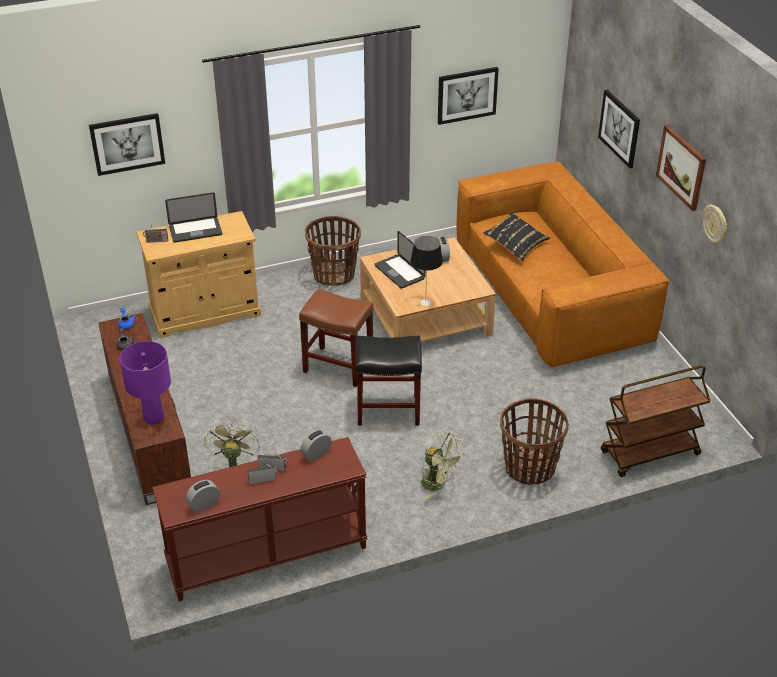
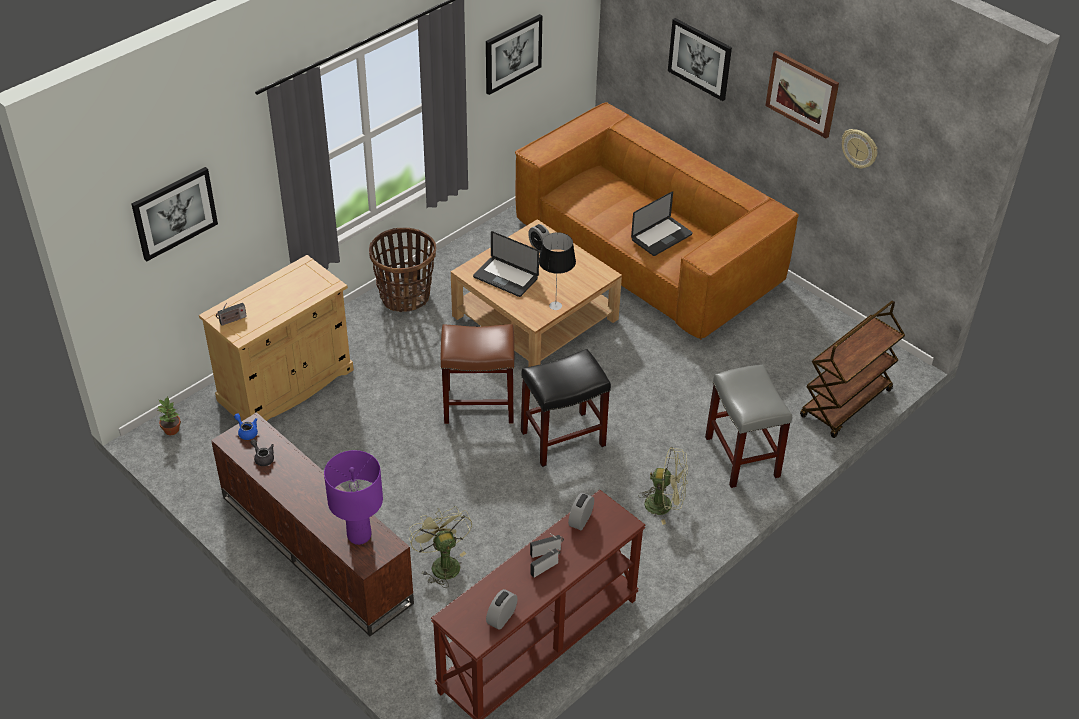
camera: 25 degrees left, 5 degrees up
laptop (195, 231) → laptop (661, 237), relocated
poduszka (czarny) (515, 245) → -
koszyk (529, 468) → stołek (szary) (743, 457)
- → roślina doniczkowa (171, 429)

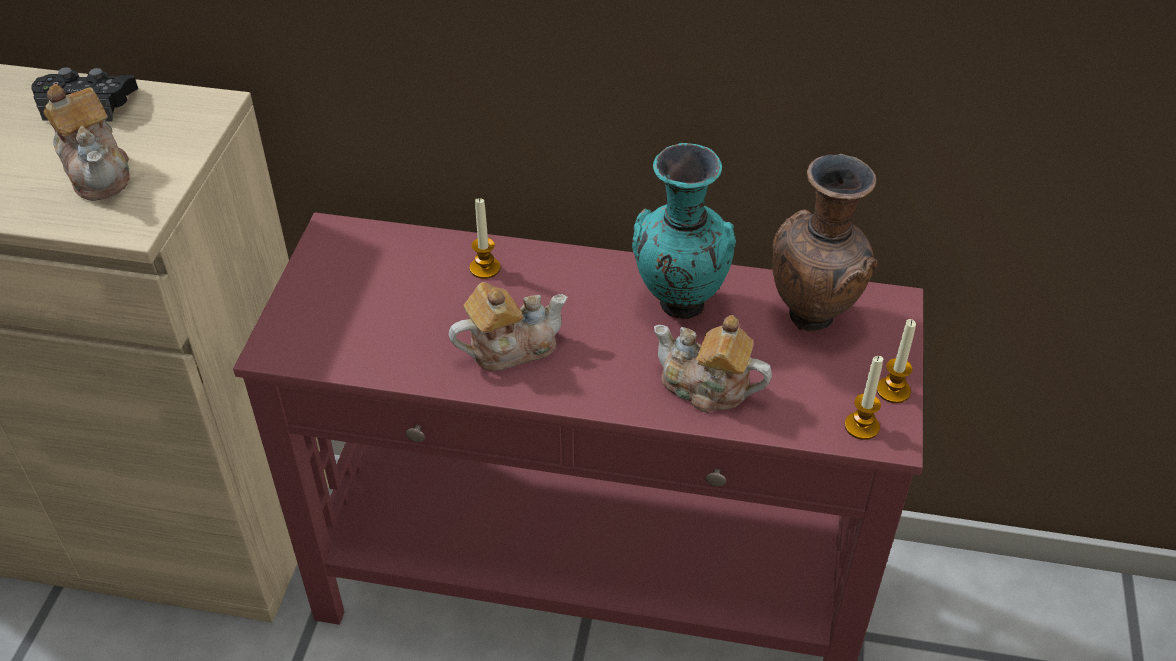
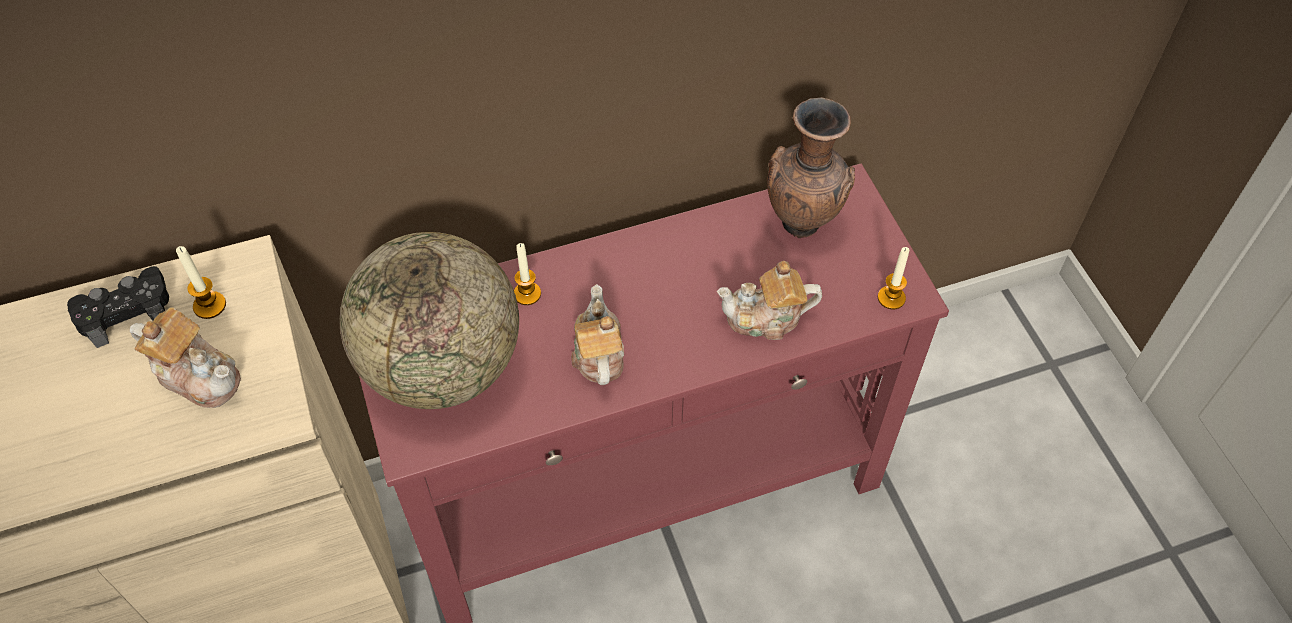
camera: 30 degrees left, 10 degrees up
imbryk (510, 347) → imbryk (598, 354), 45 degrees counterclockwise
wazon (turkusowy) (678, 306) → -
świeca (893, 390) → świeca (209, 305), relocated
- → globus (443, 366)

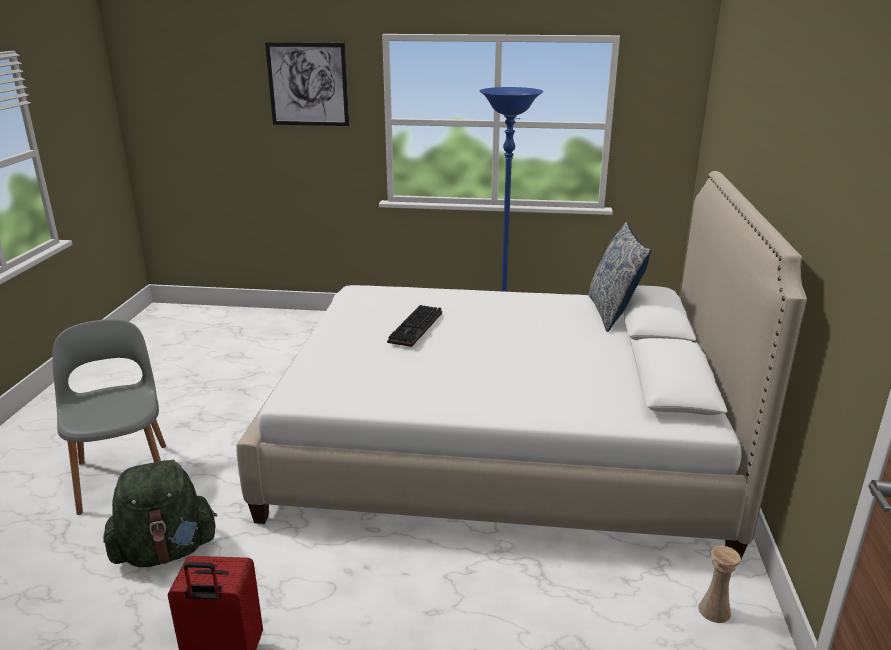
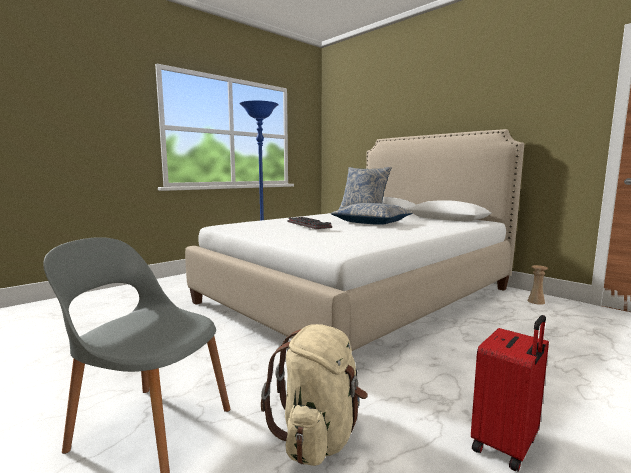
camera: 50 degrees left, 15 degrees down
plecak (zielony) (166, 551) → plecak (beżowy) (319, 435)
obraz (308, 84) → -
- → poduszka (372, 223)

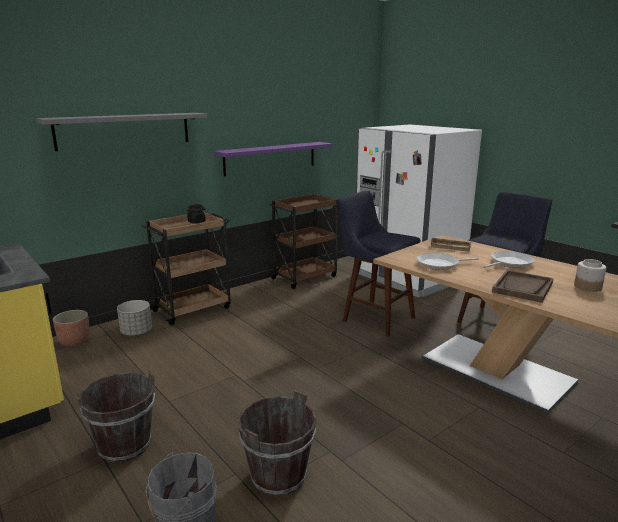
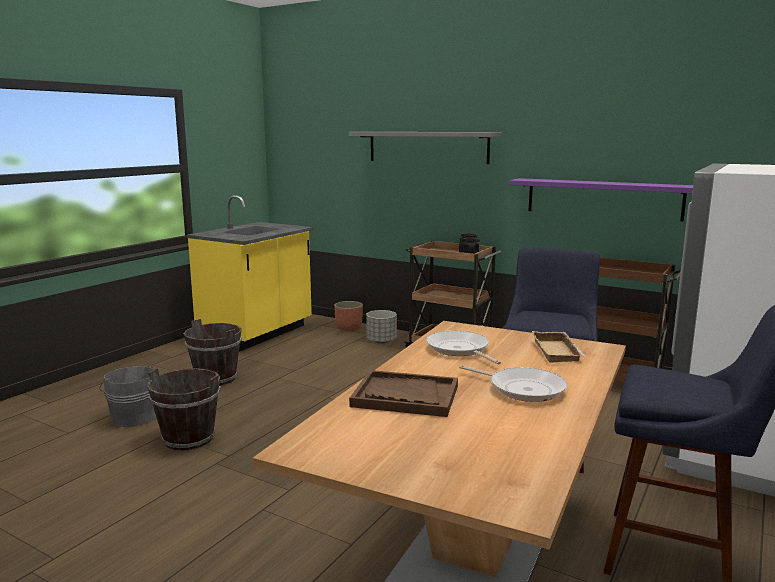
camera: 70 degrees right, 5 degrees down
słoik (588, 287) → -

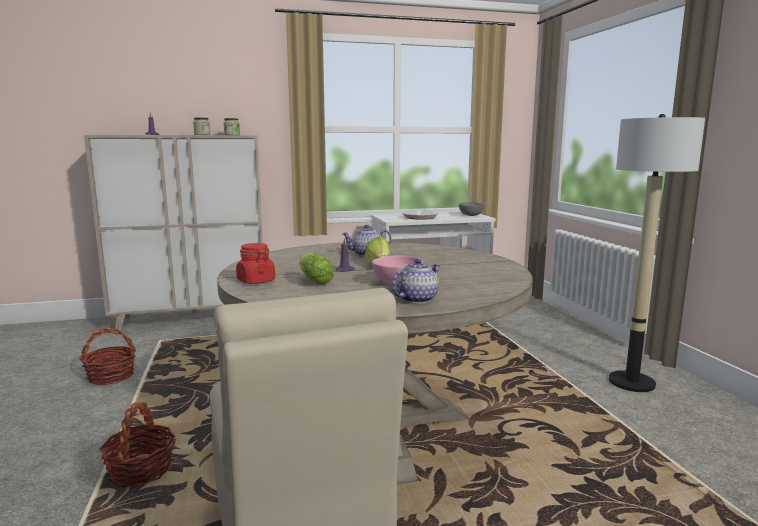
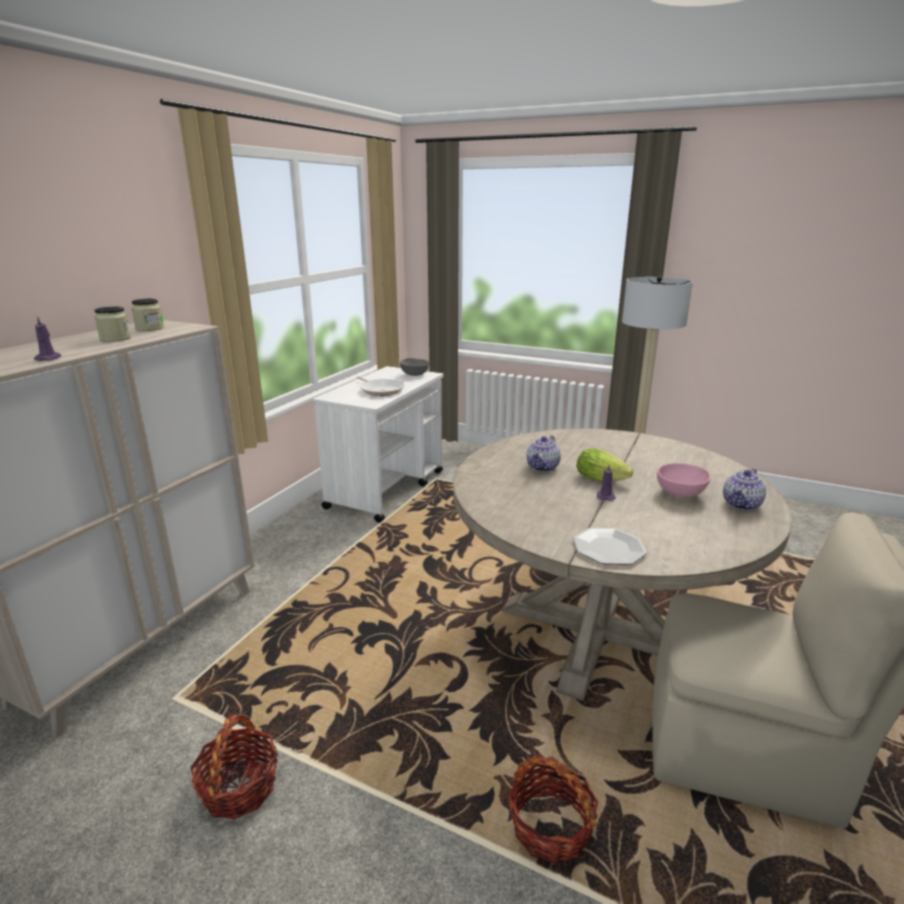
camera: 50 degrees left, 10 degrees up
słoik (czerwony) (256, 281) → talerz (609, 548)
sałata (313, 281) → -
imbryk (416, 299) → imbryk (742, 504), 135 degrees counterclockwise

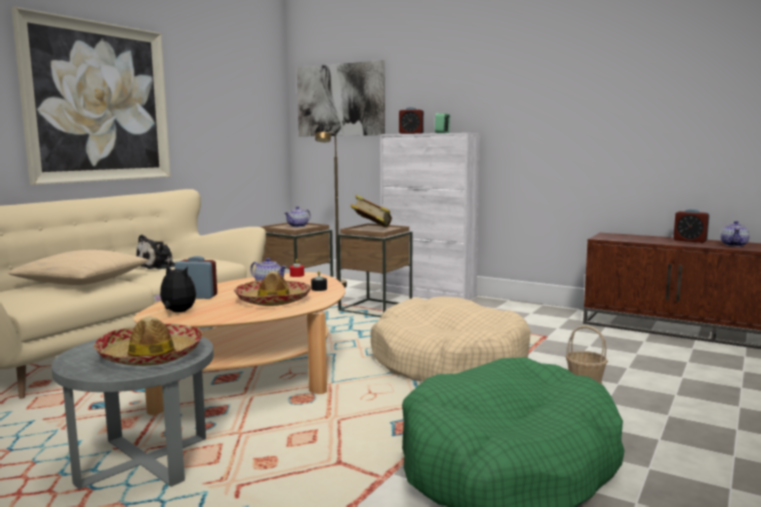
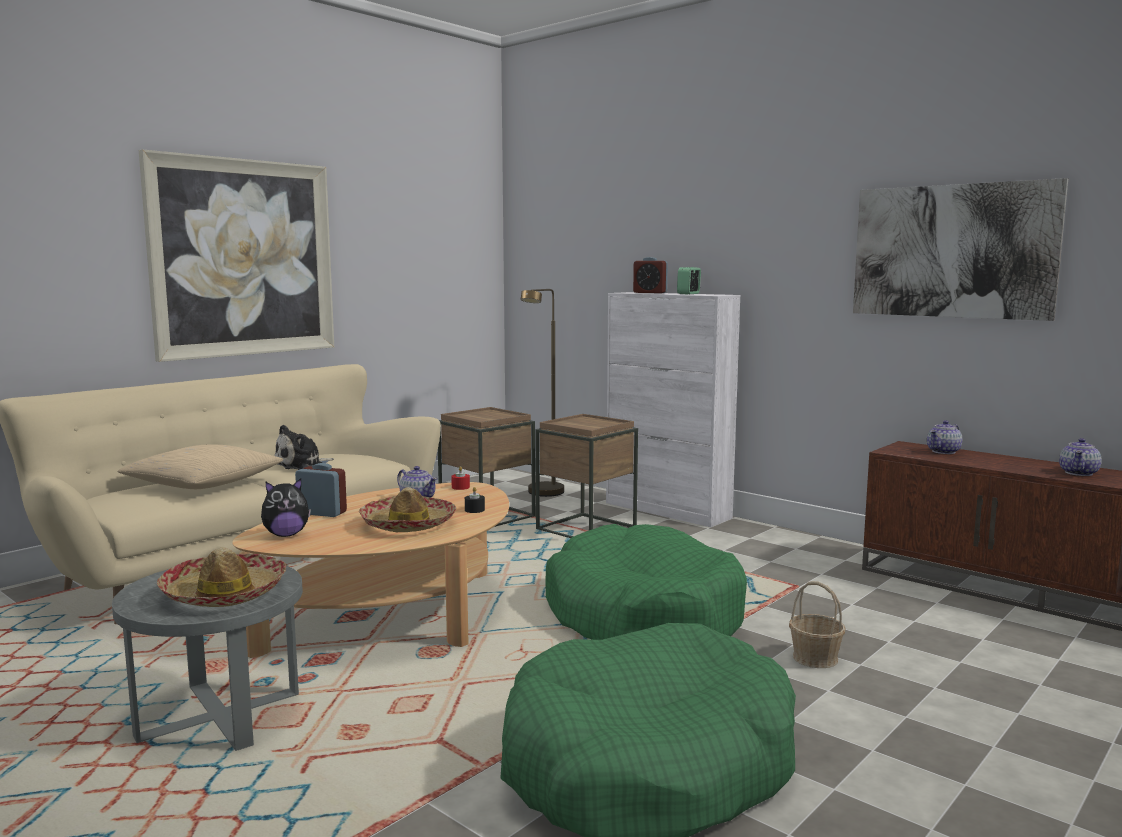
camera: 10 degrees right, 0 degrees up
pluszak (177, 312) → pluszak (286, 535), 120 degrees clockwise
imbryk (298, 226) → imbryk (944, 451), relocated
obraz (340, 100) → obraz (952, 251), relocated
książka (371, 228) → -
legowisko (beżowy) (448, 364) → legowisko (zielony) (643, 617)
budzik (690, 240) → -

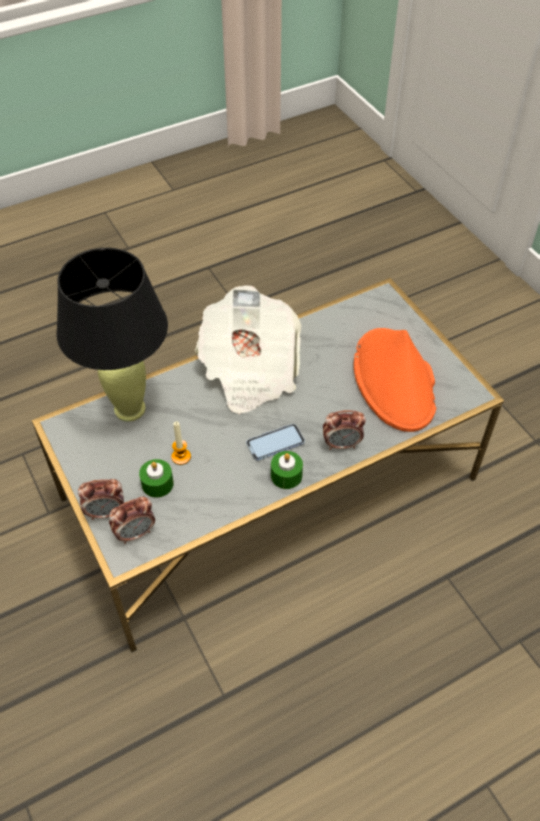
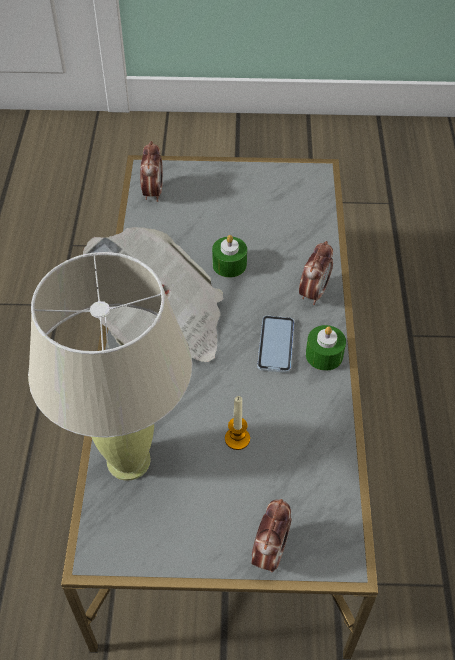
camera: 60 degrees left, 0 degrees up
lampa stołowa (czarny) (130, 409) → lampa stołowa (beżowy) (129, 460)
budzik (135, 533) → budzik (153, 192), relocated
świeca (zielony) (157, 484) → świeca (zielony) (229, 264), relocated
kapelusz (pomarańczowy) (394, 381) → -

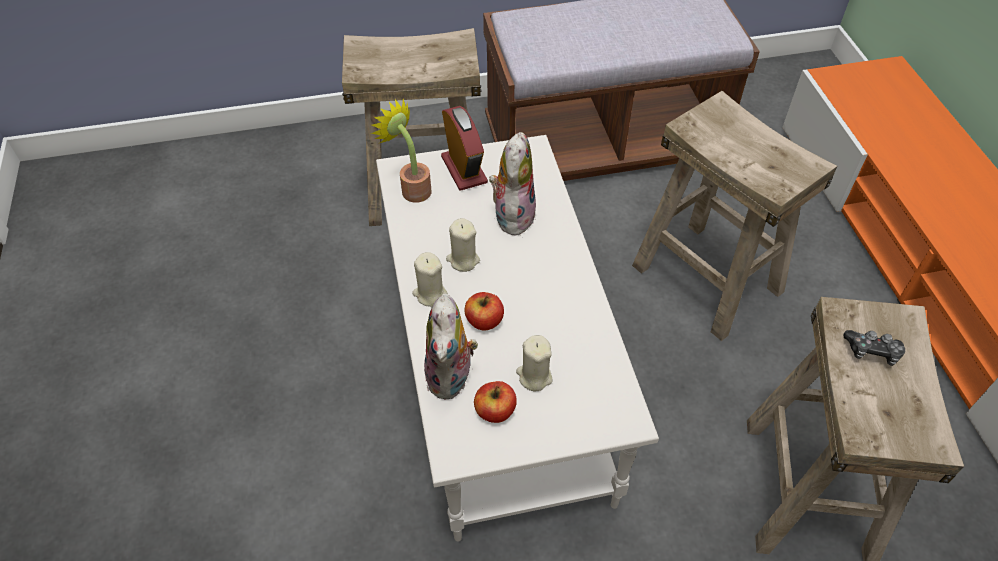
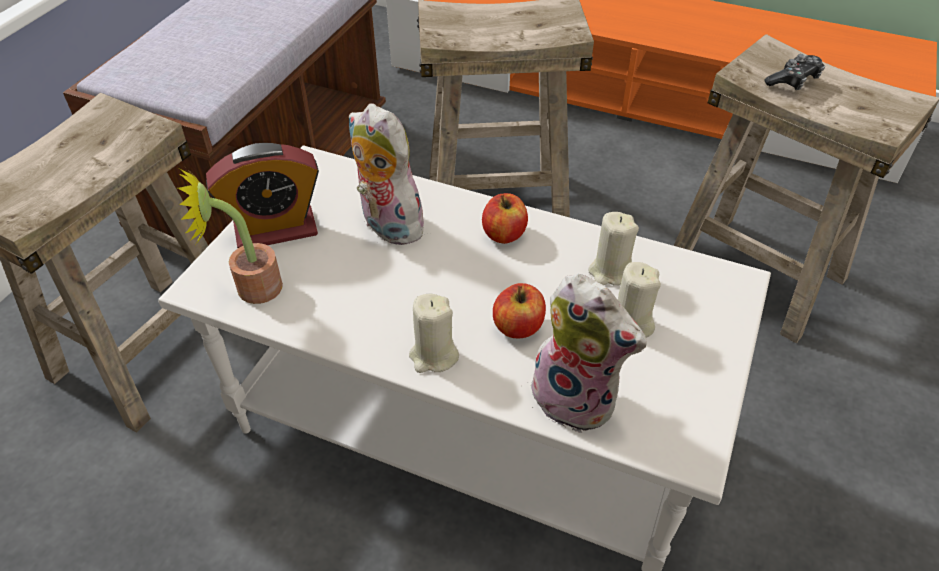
camera: 55 degrees left, 5 degrees down
budzik (464, 170) → budzik (276, 230), 150 degrees clockwise
świeca (beżowy) (463, 260) → świeca (beżowy) (610, 272), relocated
jabłko (495, 411) → jabłko (504, 234), relocated

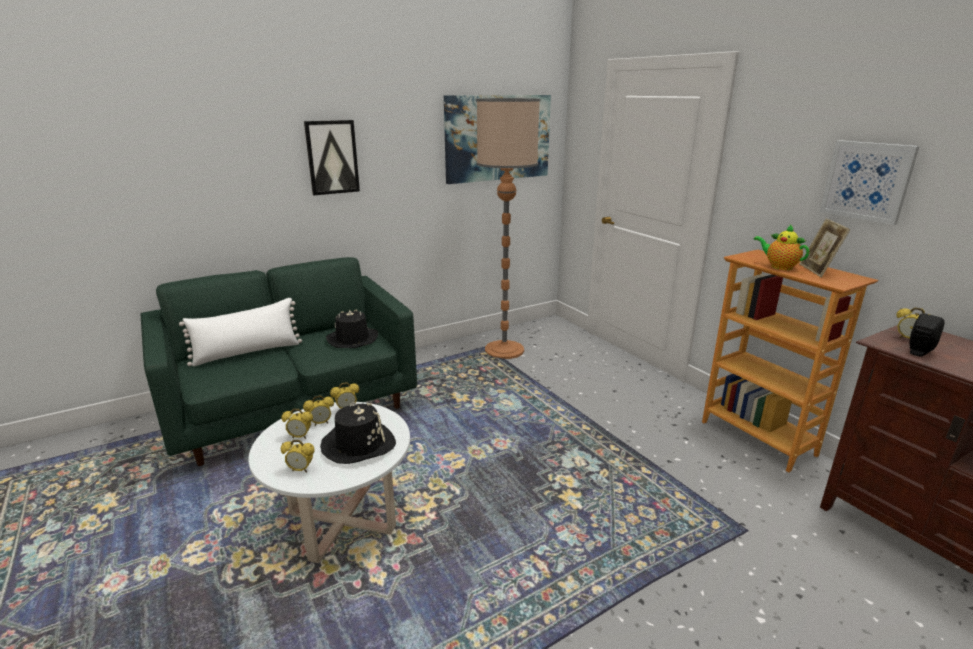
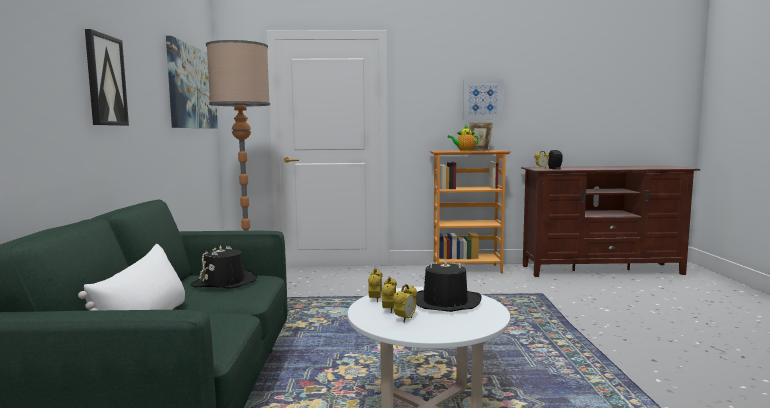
camera: 60 degrees left, 15 degrees down
budzik (300, 470) → -

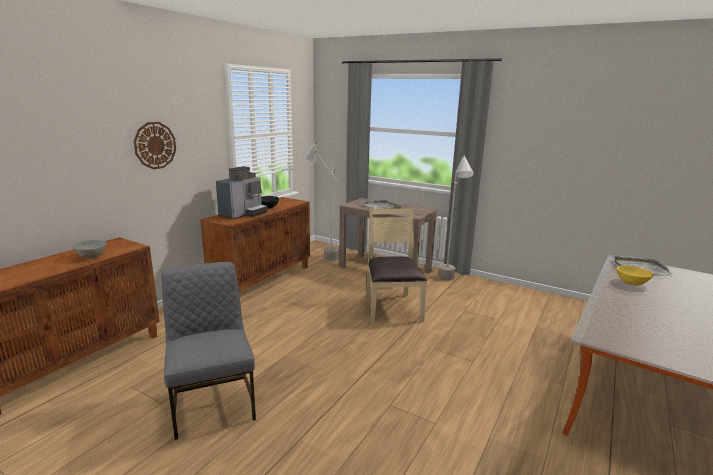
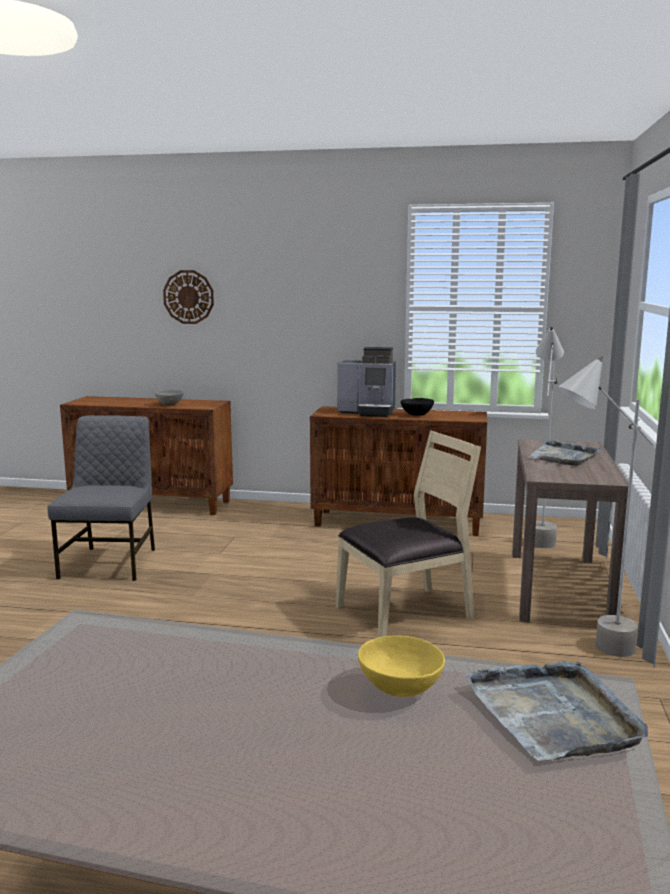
camera: 70 degrees right, 5 degrees down
zegar ścienny (155, 145) → zegar ścienny (188, 297), relocated
krzesło (szary) (213, 402) → krzesło (szary) (111, 563), 45 degrees counterclockwise

